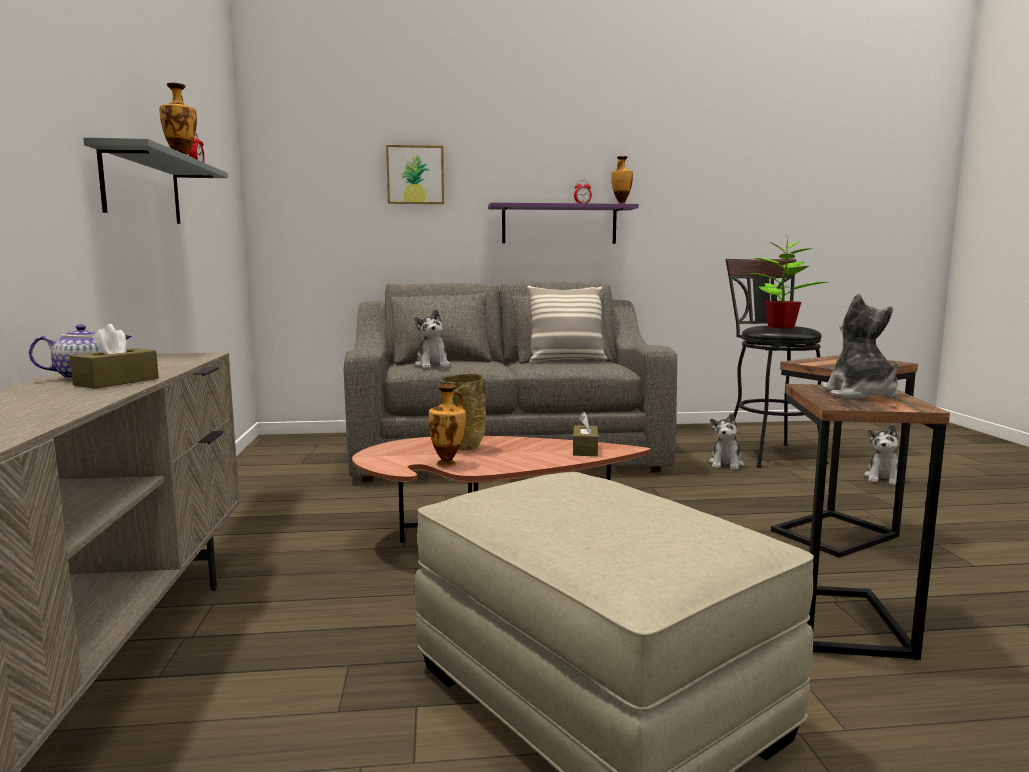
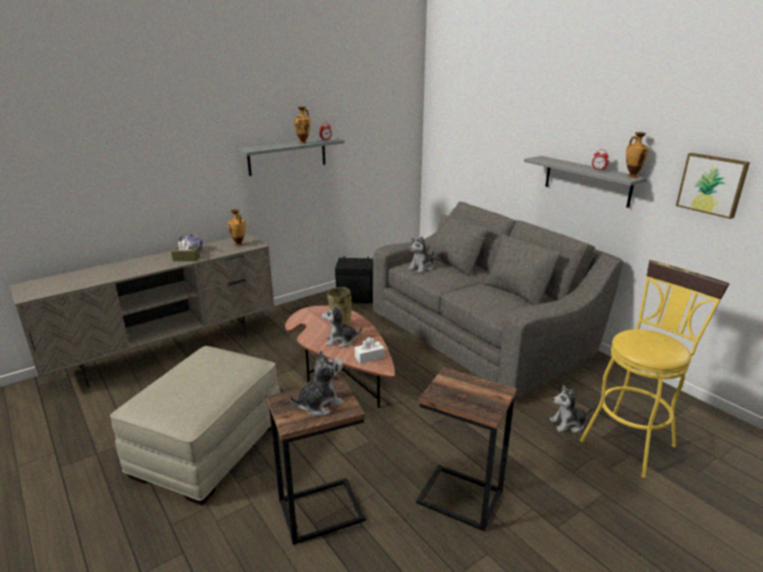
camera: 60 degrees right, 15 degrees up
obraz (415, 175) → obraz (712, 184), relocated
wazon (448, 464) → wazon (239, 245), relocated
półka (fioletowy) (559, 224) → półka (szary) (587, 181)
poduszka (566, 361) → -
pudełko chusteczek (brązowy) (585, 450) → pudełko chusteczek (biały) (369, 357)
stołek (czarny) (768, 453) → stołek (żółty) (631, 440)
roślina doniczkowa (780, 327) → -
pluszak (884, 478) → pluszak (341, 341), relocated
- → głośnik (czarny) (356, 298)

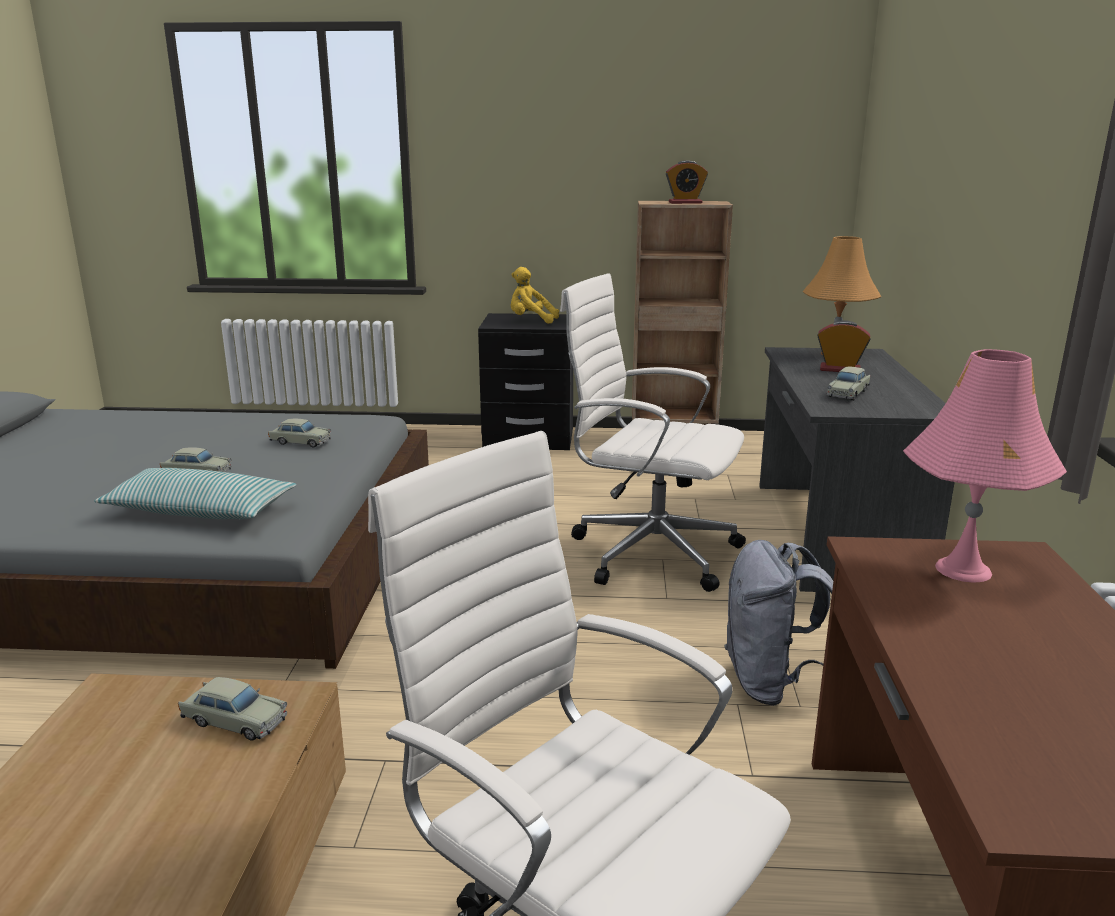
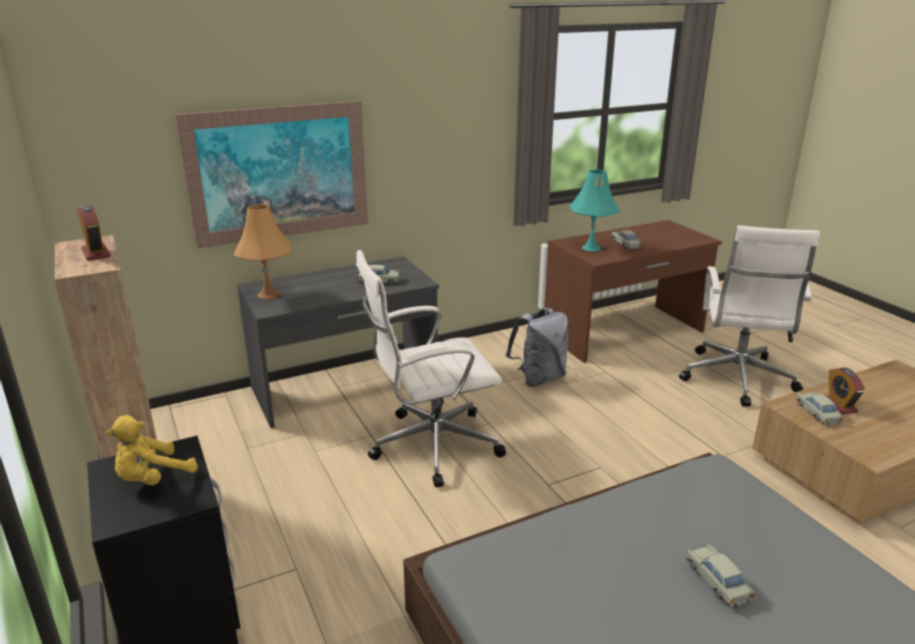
camera: 120 degrees left, 5 degrees up
poduszka (200, 511) → -
samochodzik (beżowy) (300, 442) → samochodzik (beżowy) (625, 244), relocated
pluszak (żółty) (531, 321) → pluszak (żółty) (152, 479), 60 degrees clockwise
krzesło biurowe (biały) (649, 552) → krzesło biurowe (biały) (431, 445), 75 degrees clockwise
budzik (840, 369) → budzik (839, 405), relocated
lampa stołowa (różowy) (963, 570) → lampa stołowa (turkusowy) (591, 248)
- → obraz (279, 173)

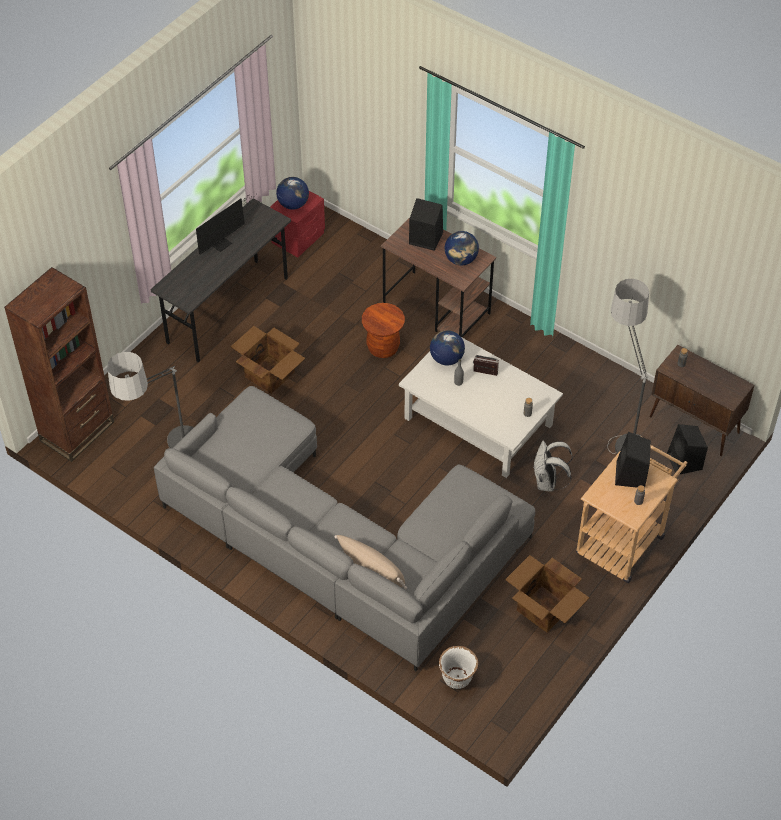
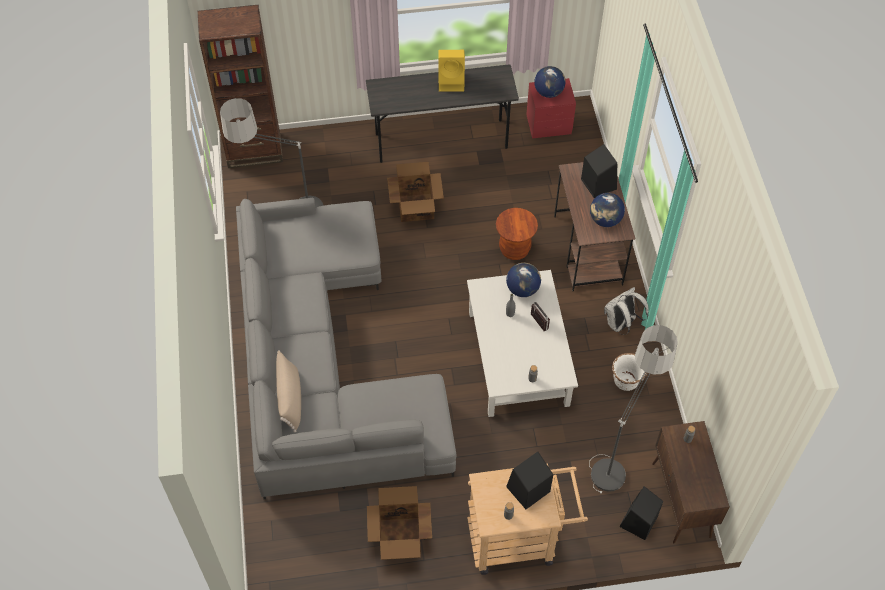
camera: 45 degrees right, 5 degrees up
monitor (223, 242) → głośnik (żółty) (452, 82)
donica (biały) (457, 678) → donica (biały) (626, 382), relocated
plecak (biały) (547, 483) → plecak (biały) (621, 324), relocated

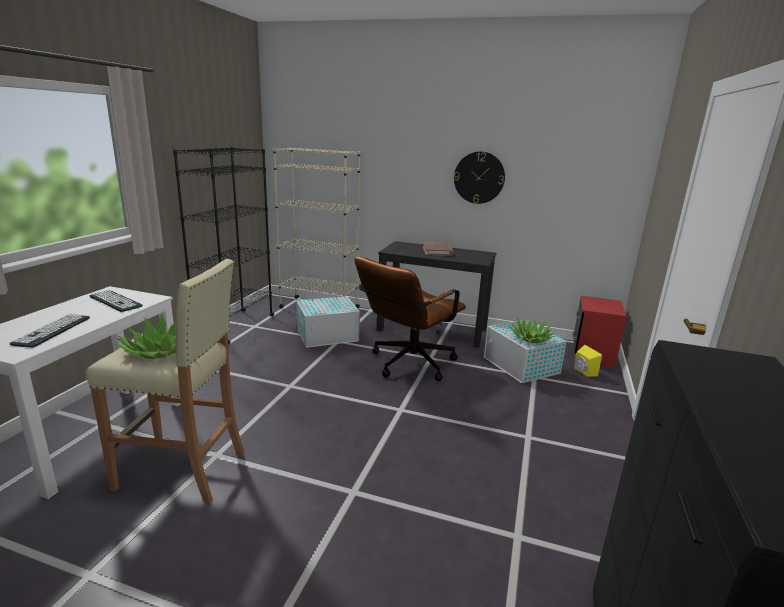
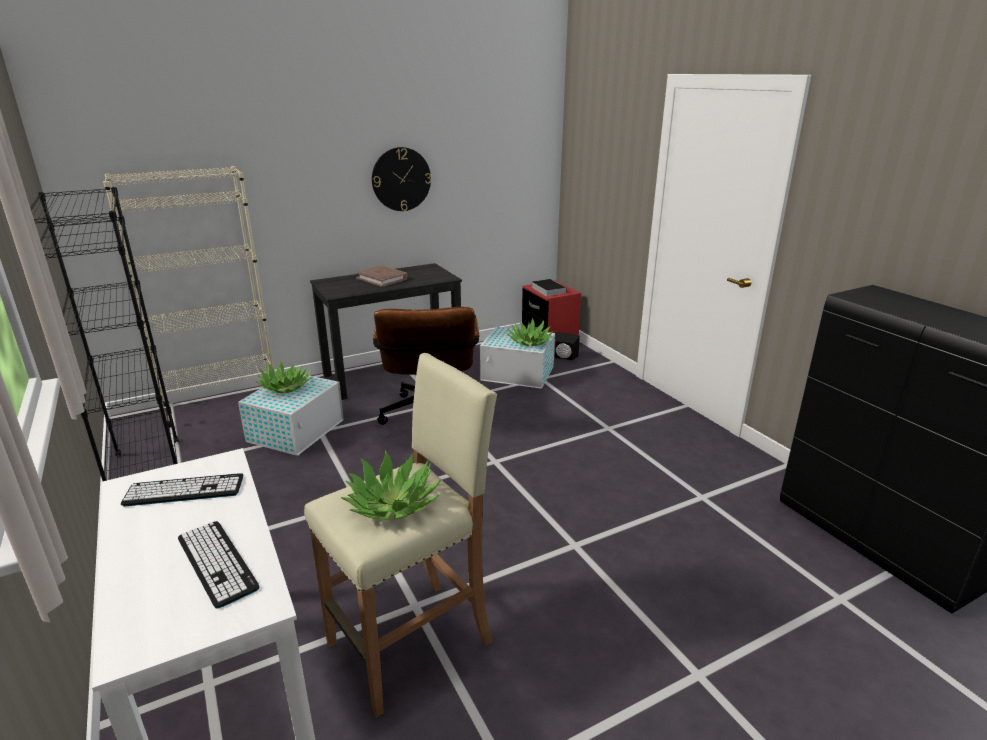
camera: 45 degrees left, 5 degrees up
głośnik (żółty) (583, 372) → głośnik (czarny) (564, 358)
- → roślina doniczkowa (285, 387)
- → książka (547, 289)

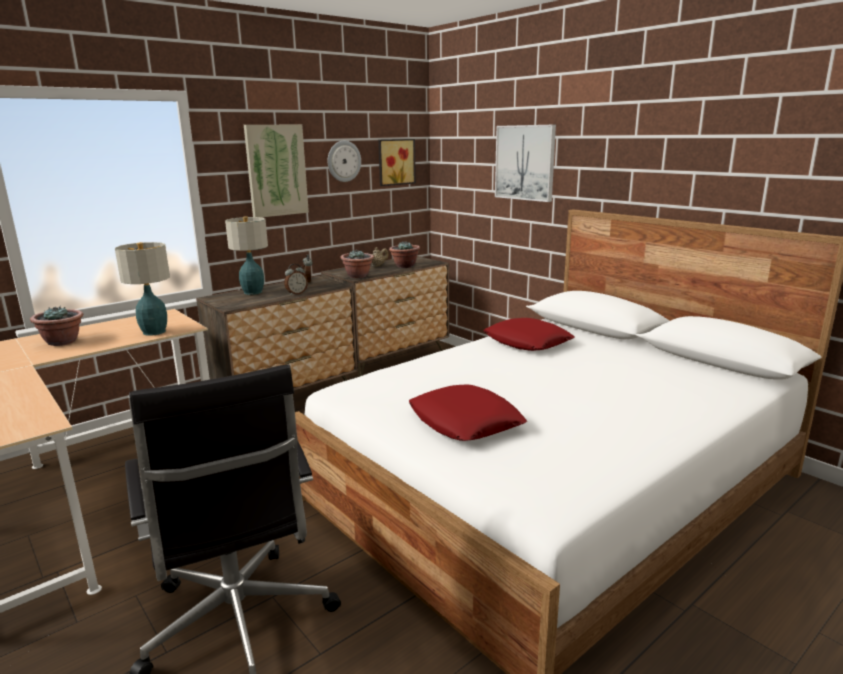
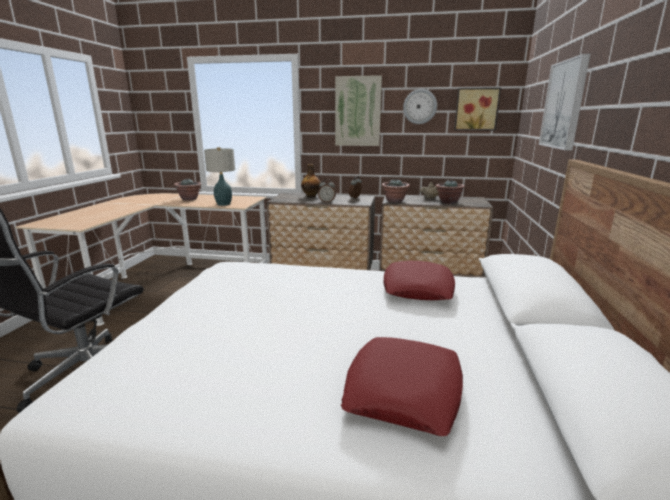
camera: 50 degrees right, 0 degrees up
lampa stołowa (253, 292) → butelka (311, 196)
poduszka (czerwony) (465, 422) → poduszka (czerwony) (404, 391), relocated

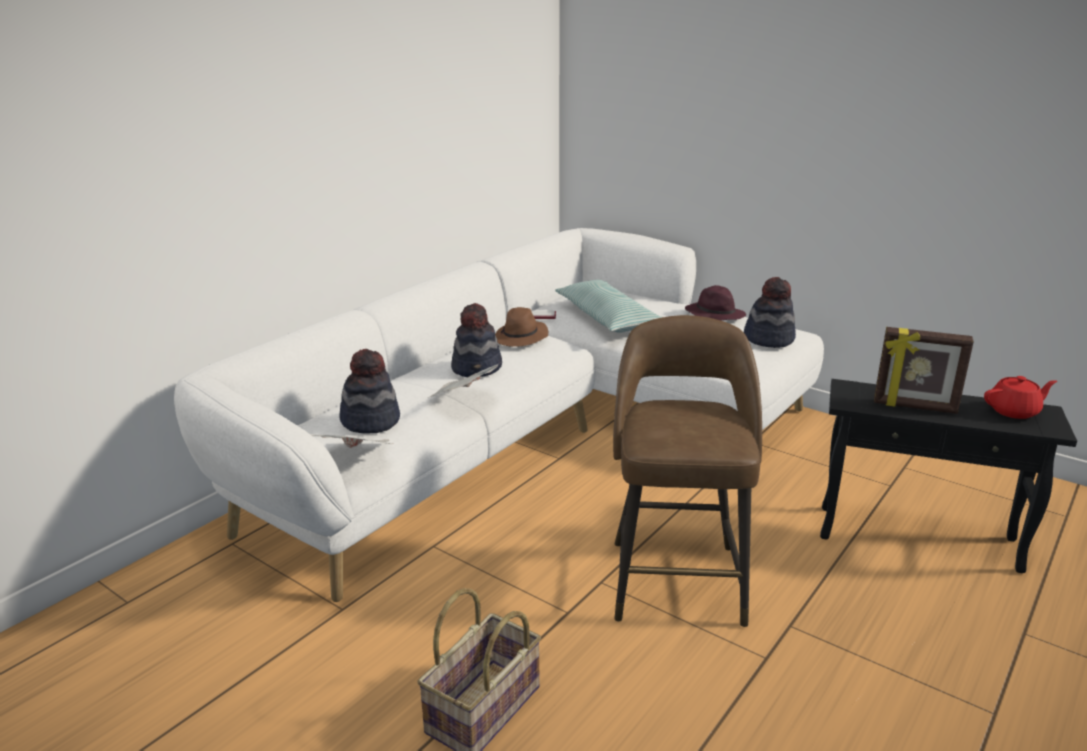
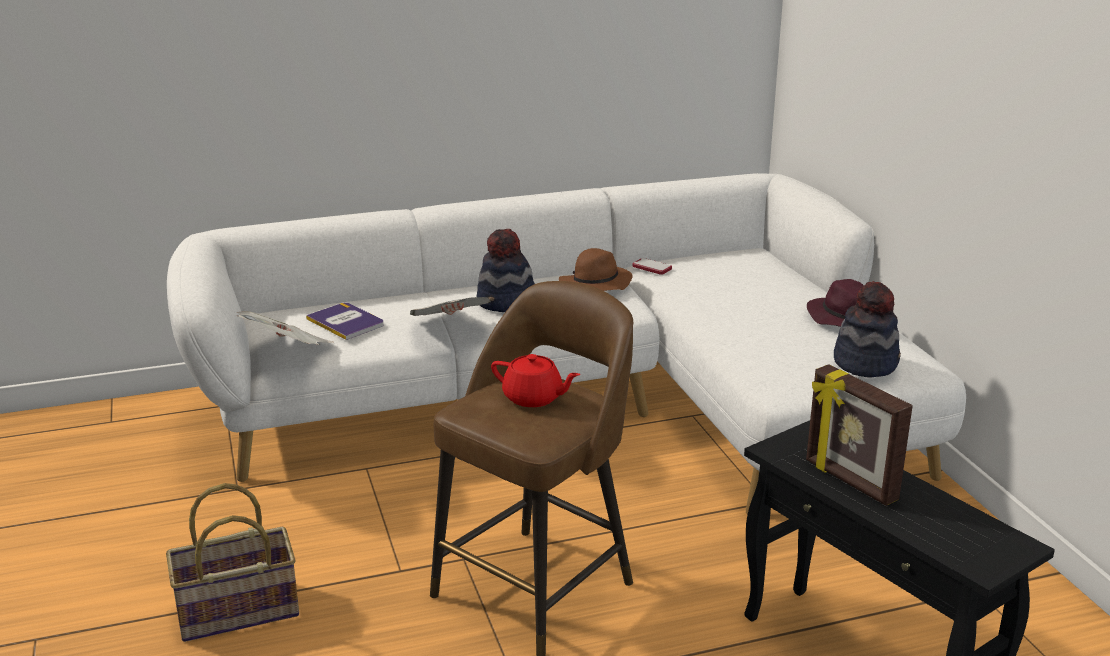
camera: 35 degrees right, 0 degrees up
kapelusz (370, 421) → książka (346, 322)
poduszka (607, 318) → -
imbryk (czerwony) (1014, 411) → imbryk (czerwony) (533, 398), relocated

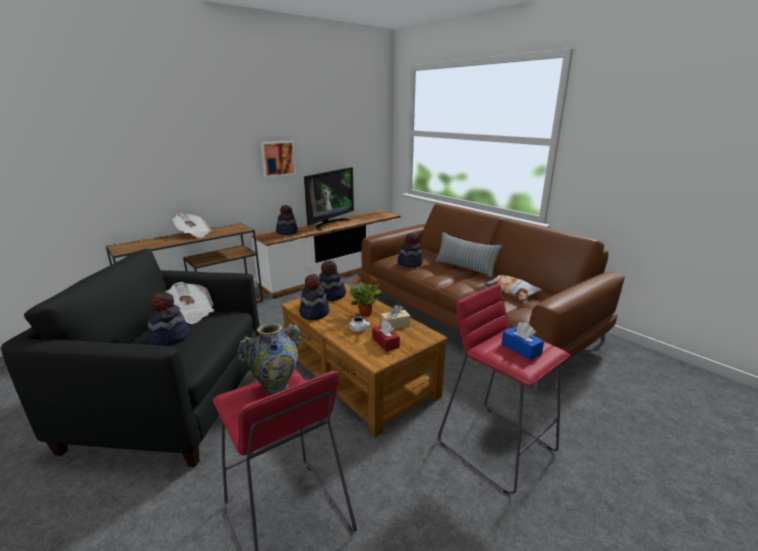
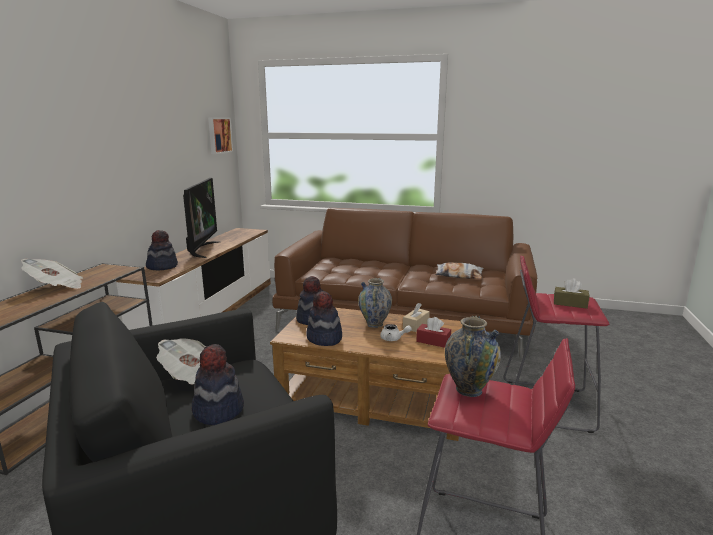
camera: 35 degrees left, 5 degrees down
obraz (277, 158) → obraz (219, 135), relocated
roślina doniczkowa (366, 313) → wazon (374, 324)
kapelusz (410, 263) → -
poduszka (465, 268) → -
pudełko chusteczek (niebieski) (521, 349) → pudełko chusteczek (brązowy) (570, 303)

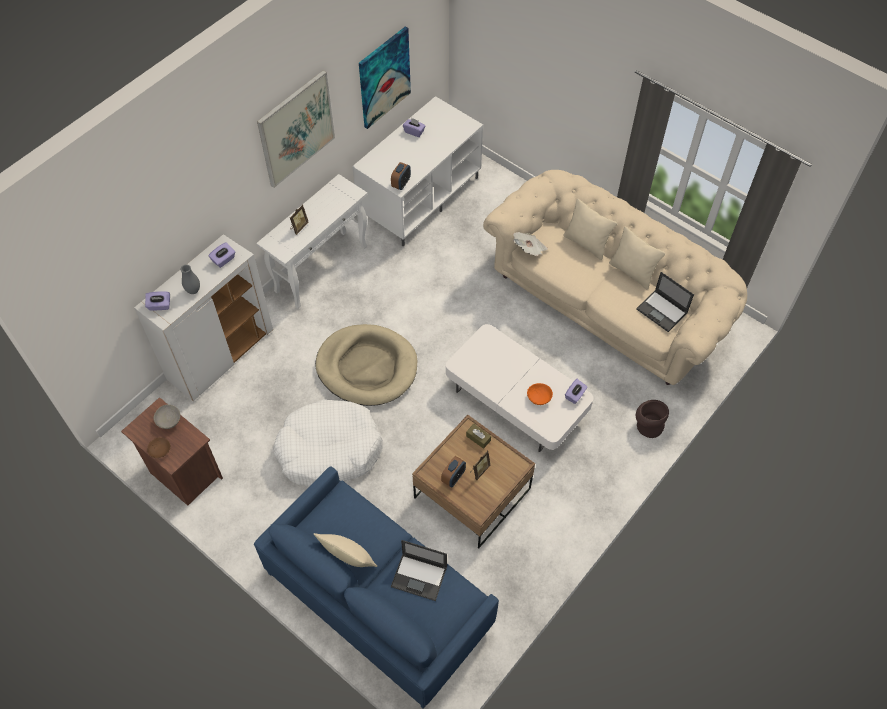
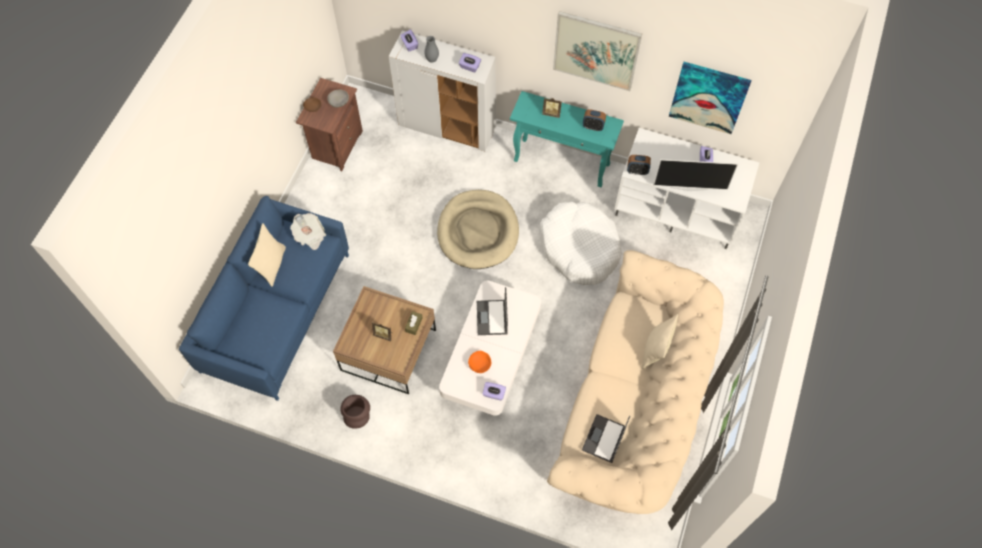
camera: 70 degrees right, 5 degrees up
stolik konsolowy (biały) (321, 268) → stolik konsolowy (turkusowy) (562, 163)
legowisko (biały) (329, 450) → legowisko (biały) (579, 248), relocated
laptop (420, 577) → laptop (492, 318), relocated
budzik (453, 477) → budzik (593, 126), relocated
gazeta (529, 249) → gazeta (310, 236), relocated
poduszka (beżowy) (632, 272) → -
wazon (brązowy) (647, 425) → wazon (brązowy) (357, 415), relocated
- → telewizor (689, 187)

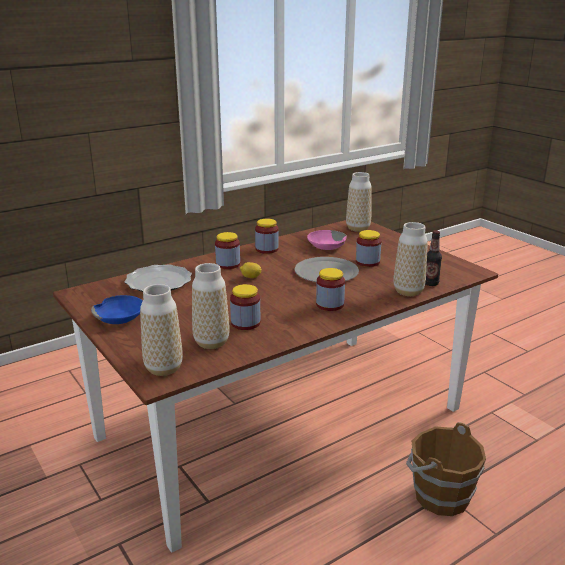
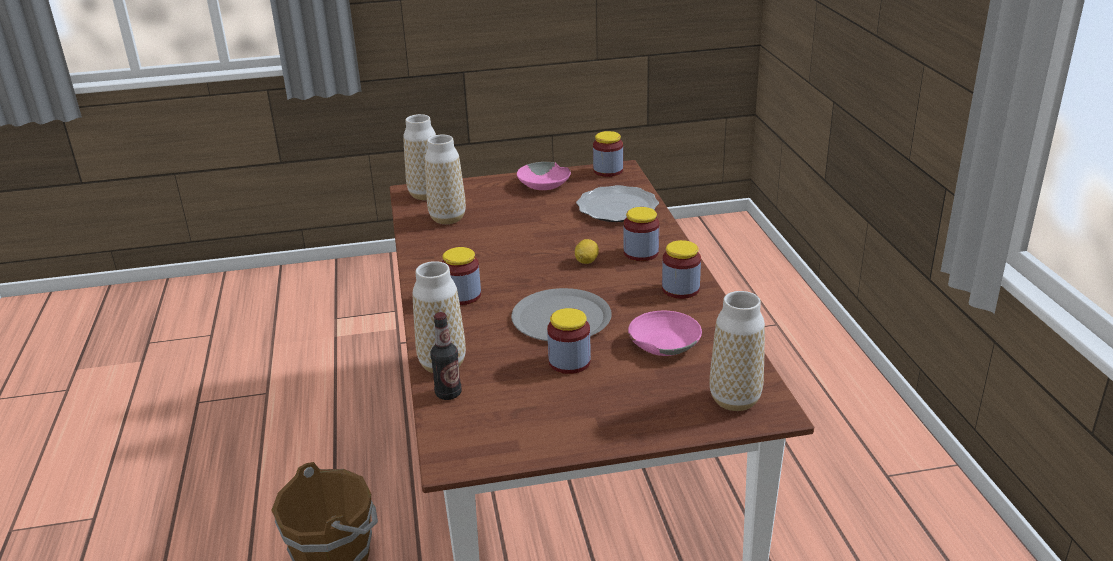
camera: 115 degrees right, 5 degrees up
miska (niebieski) (120, 317) → miska (różowy) (544, 184)
słoik (245, 323) → słoik (608, 171), relocated

